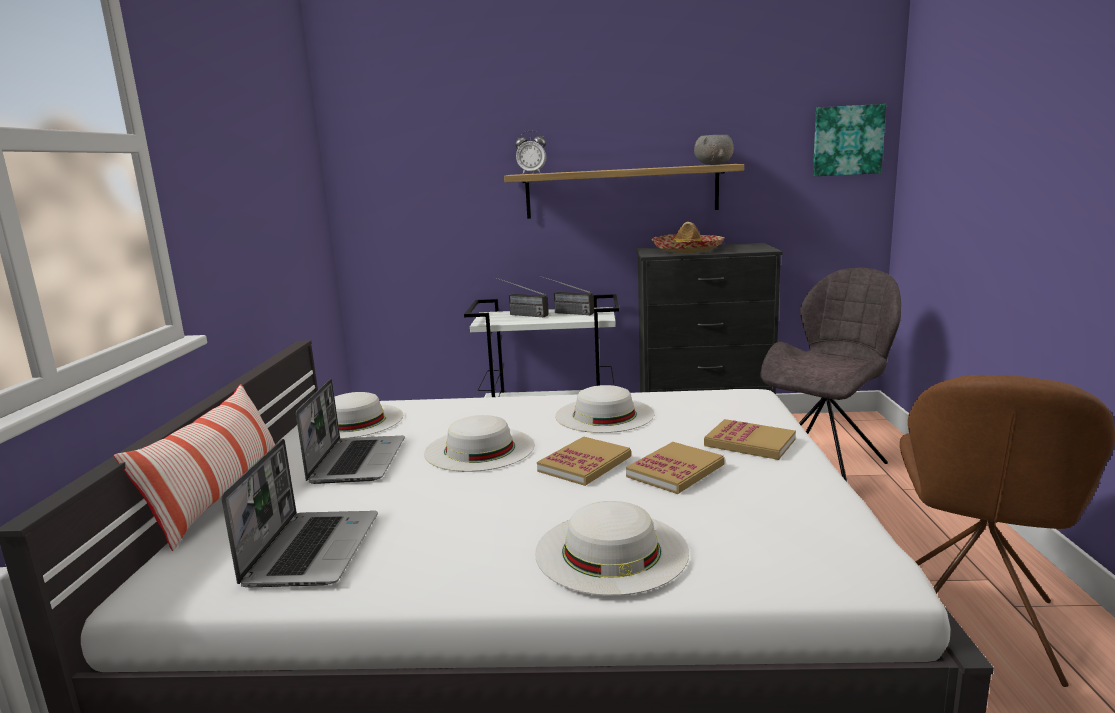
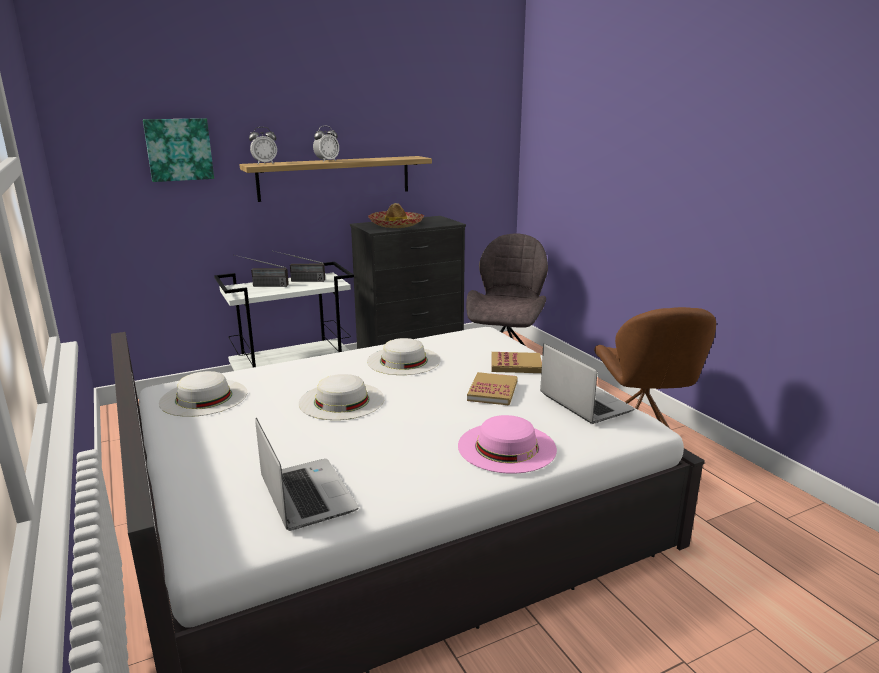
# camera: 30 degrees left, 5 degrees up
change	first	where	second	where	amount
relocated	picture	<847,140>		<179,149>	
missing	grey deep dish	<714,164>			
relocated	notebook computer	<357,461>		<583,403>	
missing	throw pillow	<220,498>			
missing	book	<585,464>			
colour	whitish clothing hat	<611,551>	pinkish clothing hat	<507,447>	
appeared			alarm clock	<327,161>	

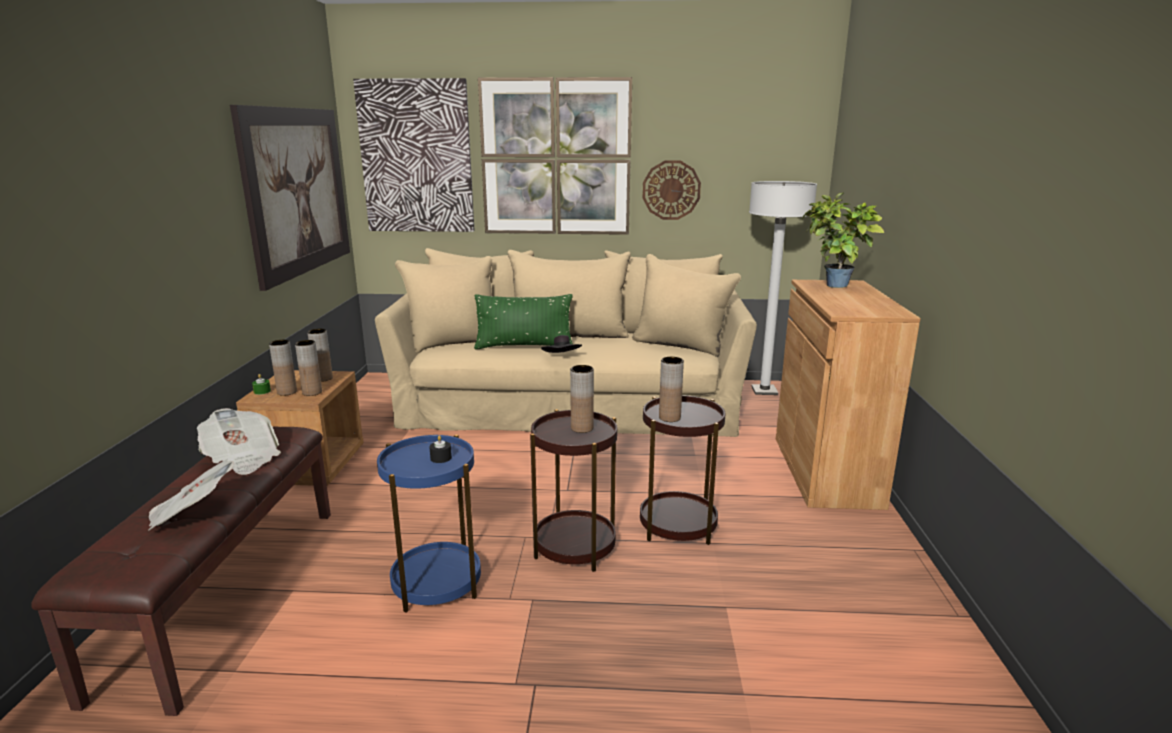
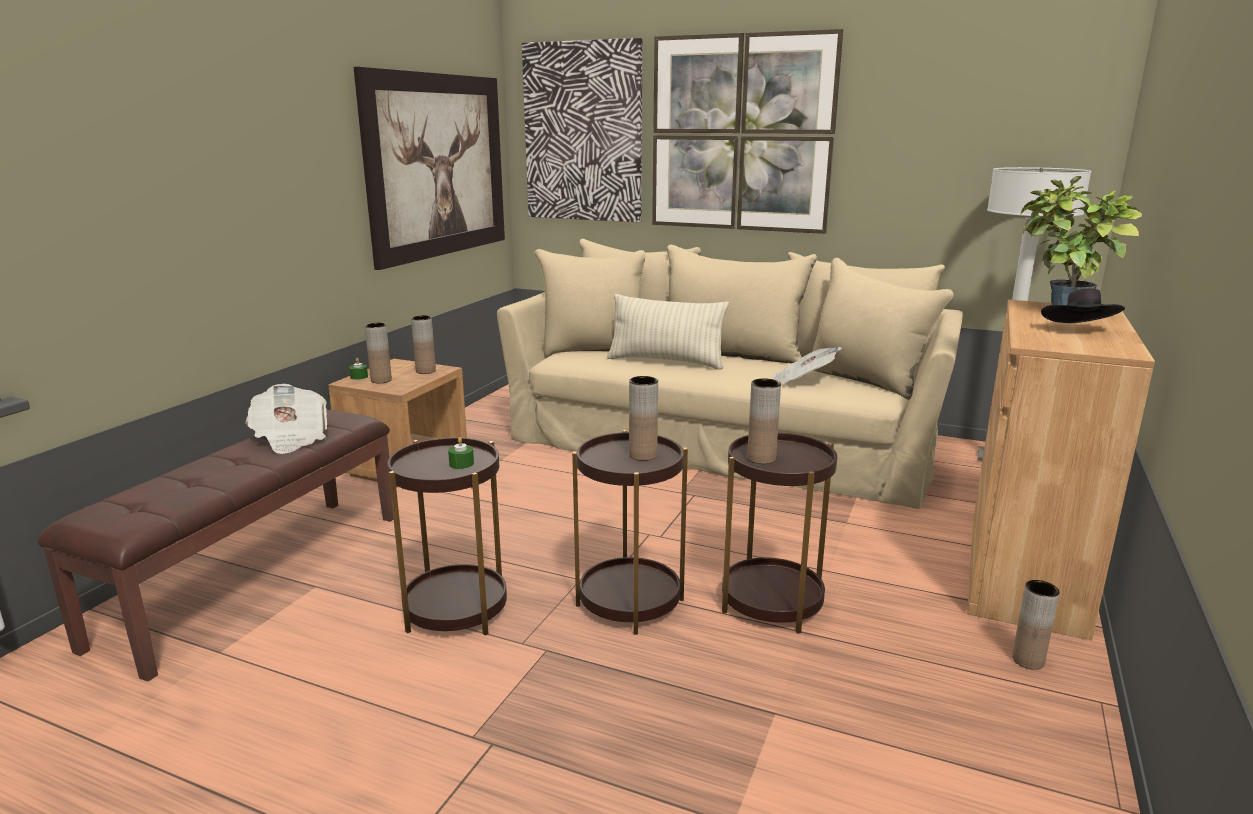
# camera: 20 degrees right, 0 degrees up
change	first	where	second	where	amount
missing	hanging clock	<671,190>			
colour	green-coloured throw pillow	<524,347>	sand-coloured throw pillow	<666,362>	
relocated	black-coloured clothing hat	<562,358>		<1079,330>	
relocated	brown flower vase	<312,392>		<1028,660>	
colour	blue accent table	<436,584>	brown accent table	<456,610>	
colour	black-coloured wax light	<441,458>	green-coloured wax light	<461,464>	
relocated	newspaper	<192,514>		<803,381>	

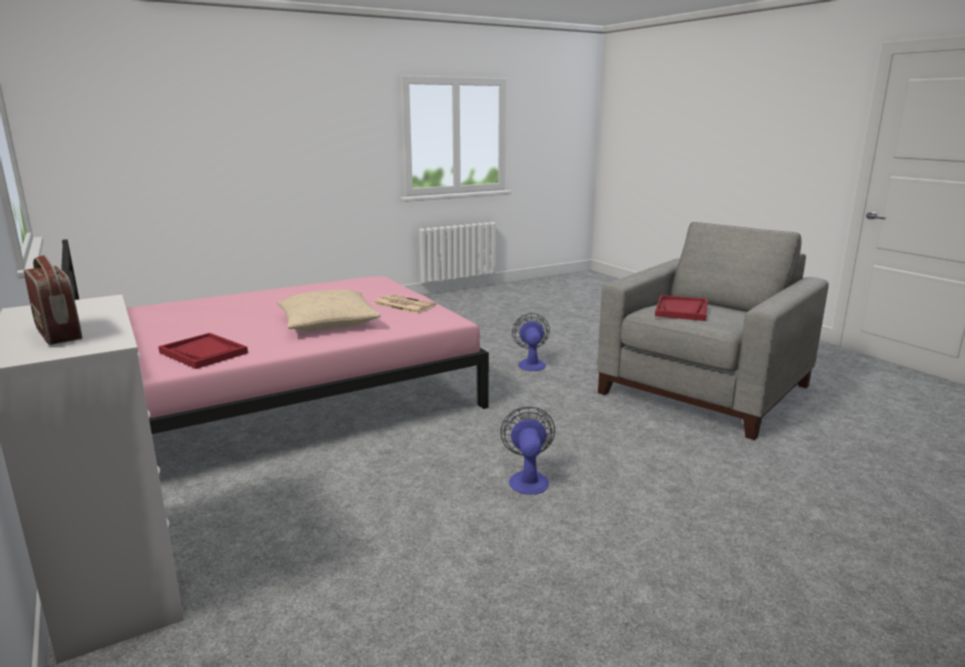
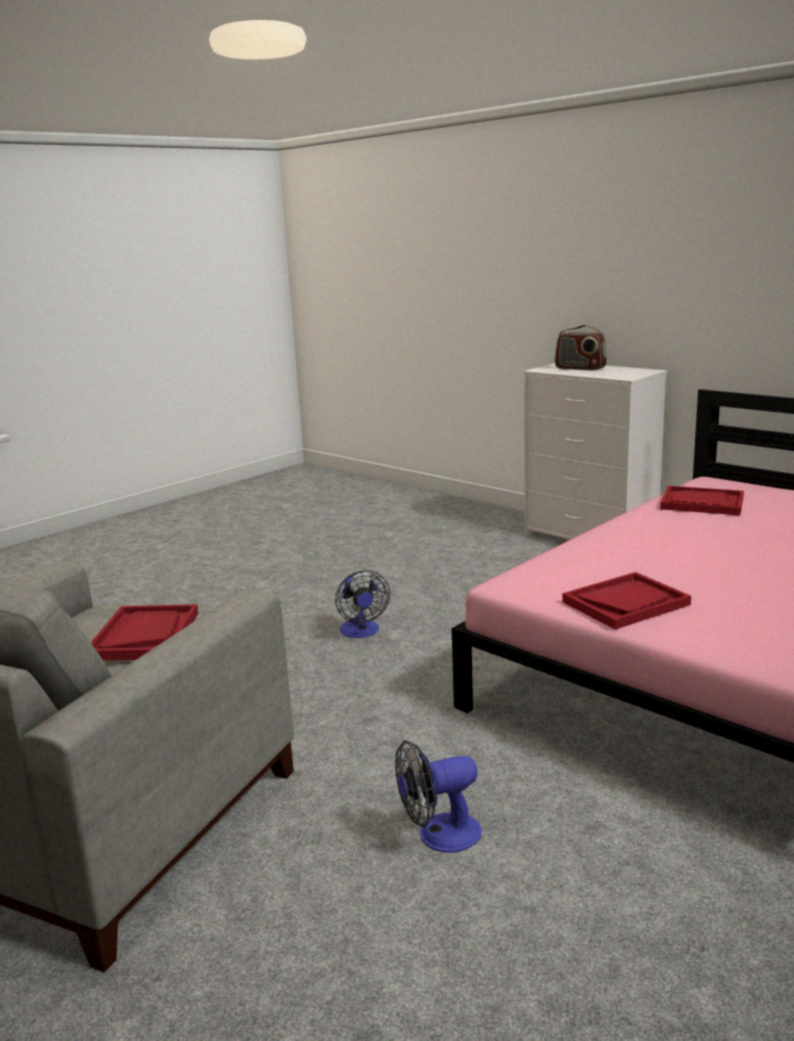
# camera: 165 degrees right, 0 degrees up
change	first	where	second	where	amount
missing	sand-coloured throw pillow	<328,322>			
exchanged	newspaper	<403,305>	reddish serving tray	<625,603>	
spun	fan	<531,363>		<439,835>	90 degrees clockwise

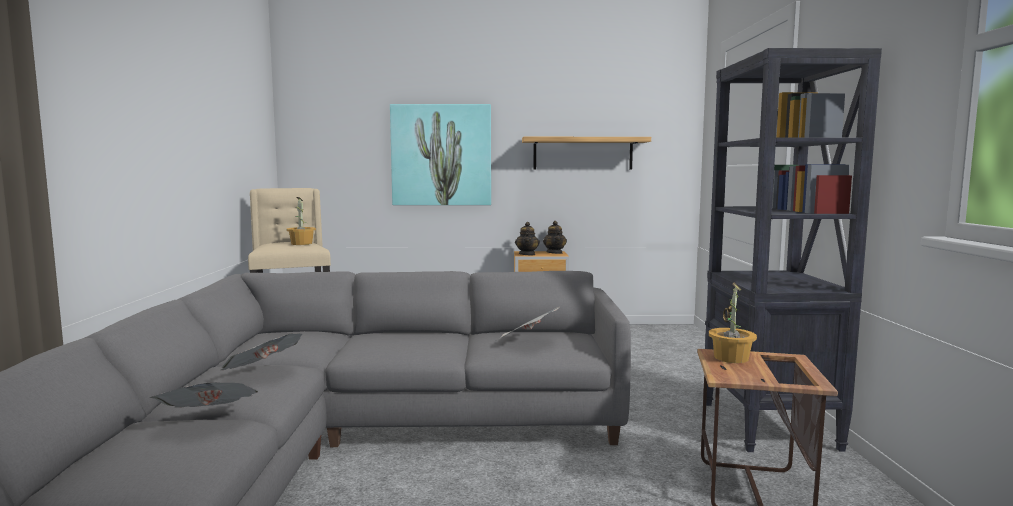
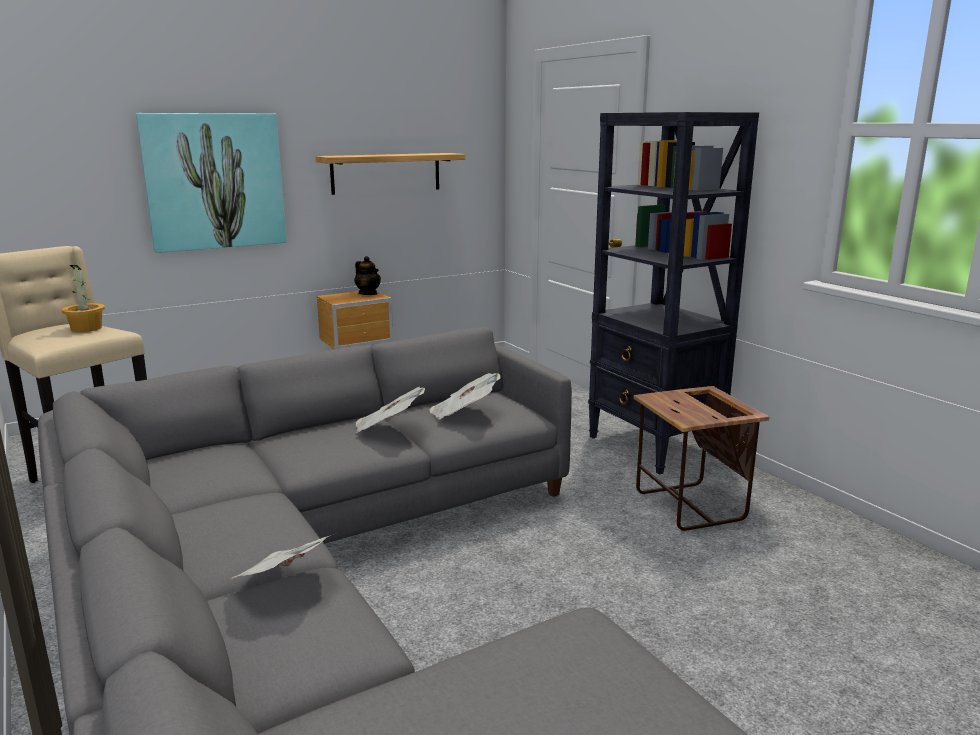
# camera: 30 degrees left, 10 degrees up
change	first	where	second	where	amount
missing	tea pot	<527,254>			
missing	houseplant	<730,358>			
relocated	newspaper	<262,372>		<388,428>	

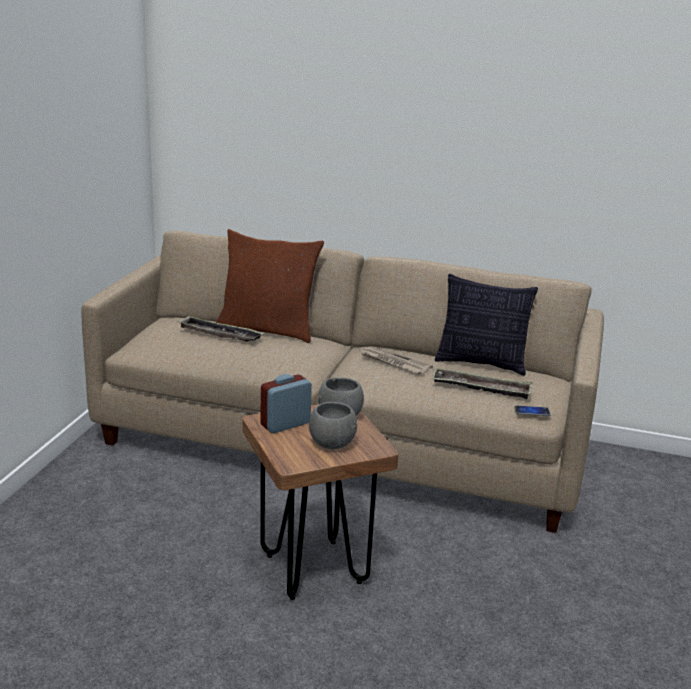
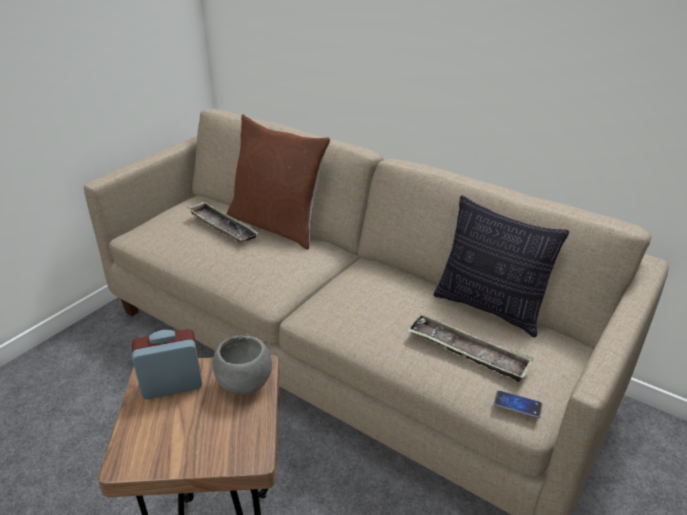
# camera: 20 degrees right, 10 degrees up
change	first	where	second	where	amount
missing	newspaper	<394,363>			
missing	grey deep dish	<331,443>			

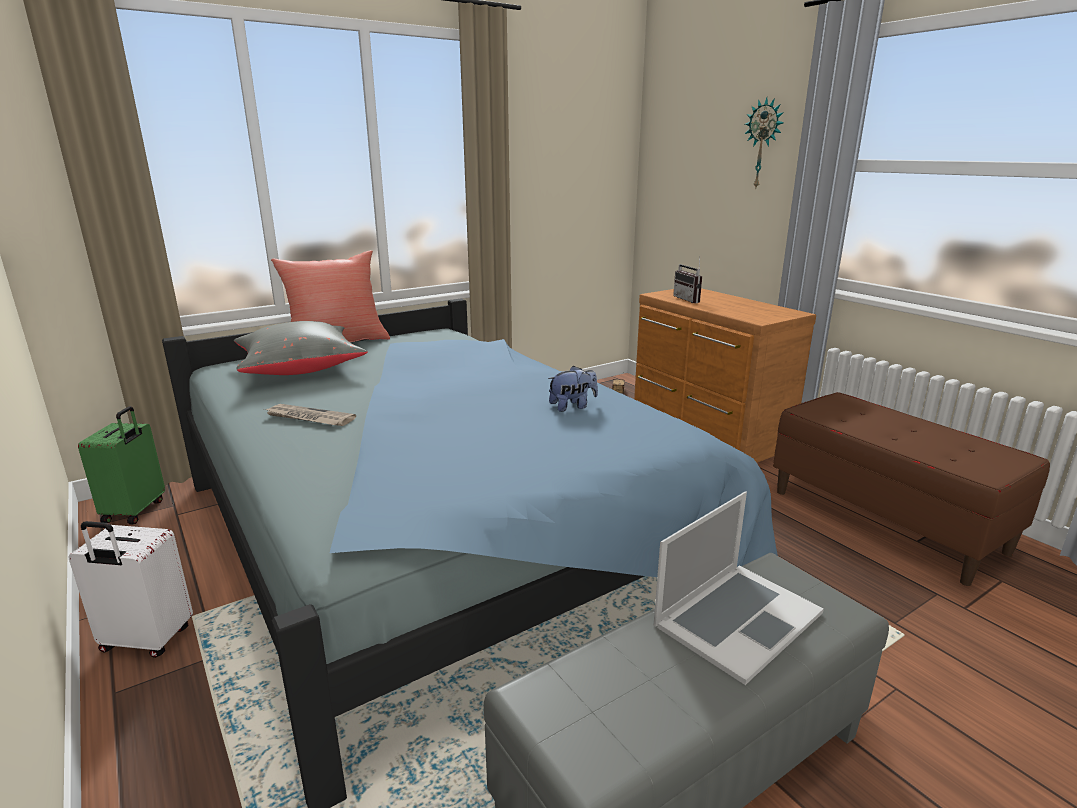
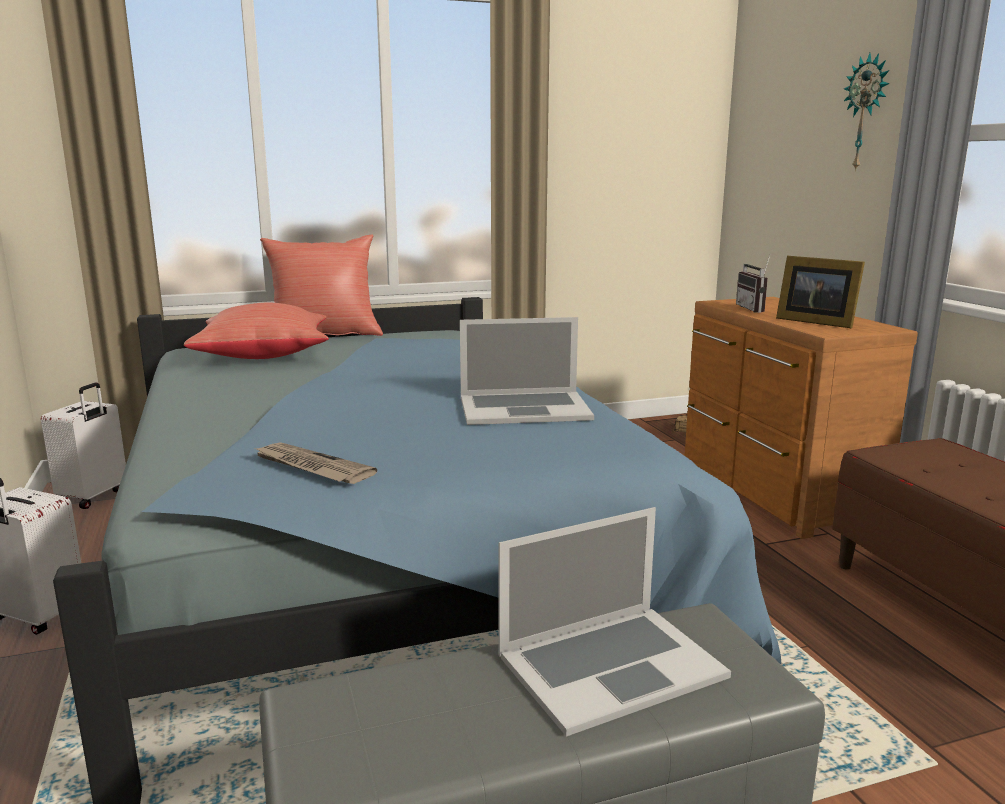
# camera: 15 degrees right, 5 degrees down
change	first	where	second	where	amount
colour	grey throw pillow	<300,369>	reddish throw pillow	<264,355>	
exchanged	plush toy	<572,406>	notebook computer	<524,408>	
relocated	newspaper	<309,418>		<311,467>	
colour	green-coloured travel case	<136,511>	whitish travel case	<94,497>	
appeared			standing frame	<814,321>	

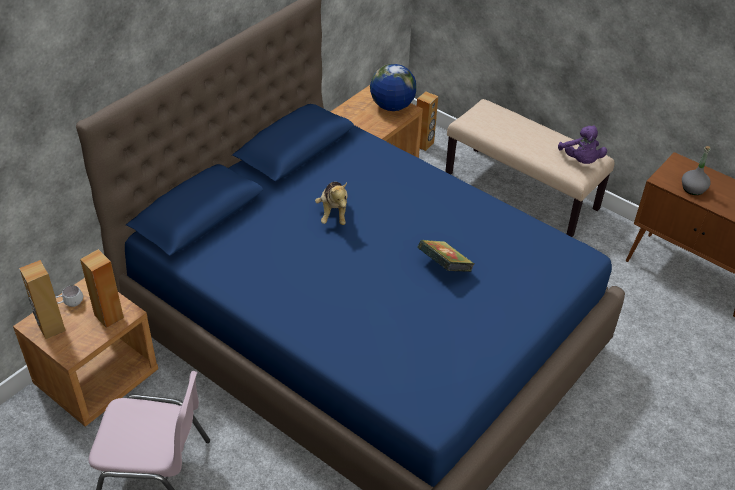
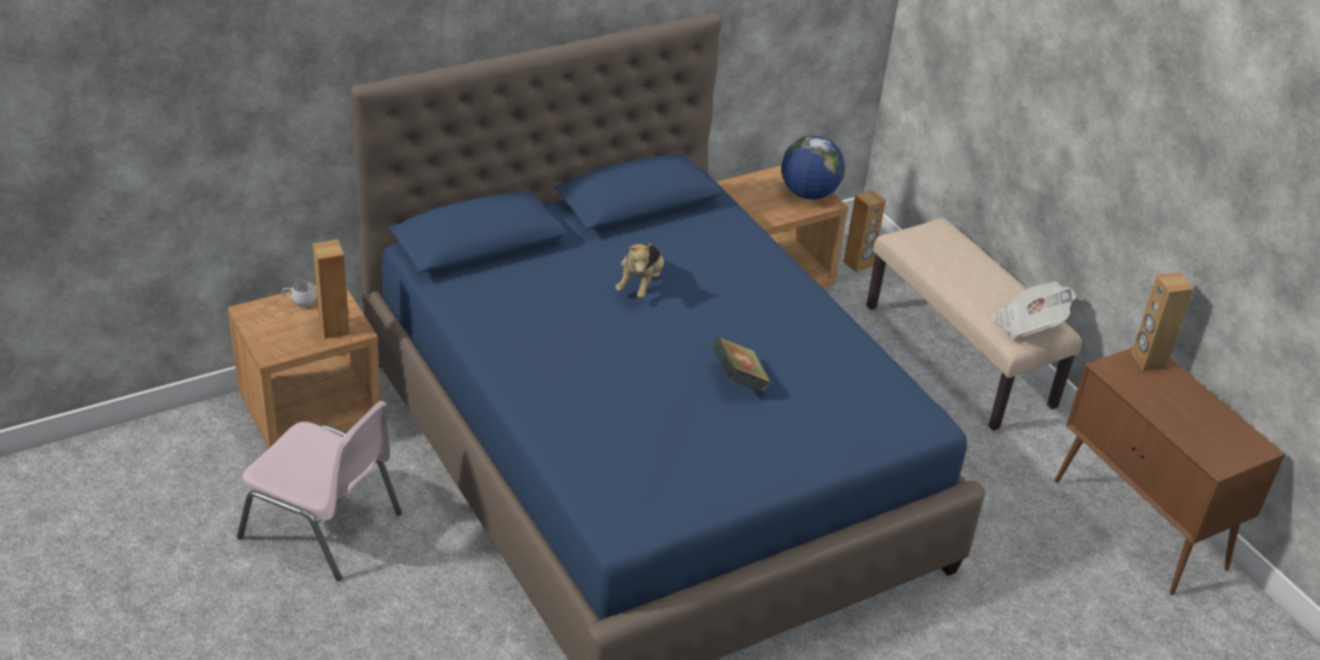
# camera: 20 degrees right, 5 degrees down
change	first	where	second	where	amount
exchanged	purple plush toy	<580,161>	newspaper	<1028,325>	
missing	grey bottle	<693,188>			
relocated	brown speaker	<51,328>		<1147,360>	

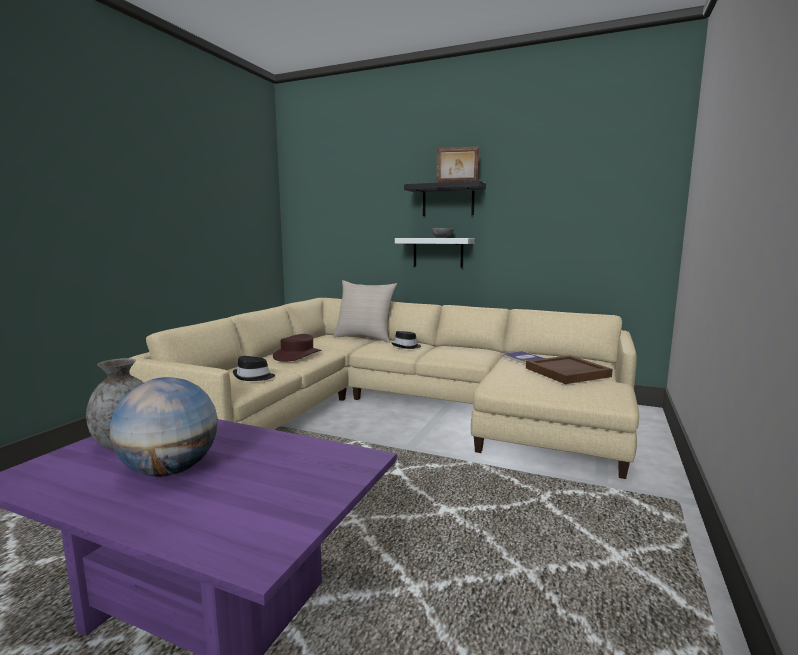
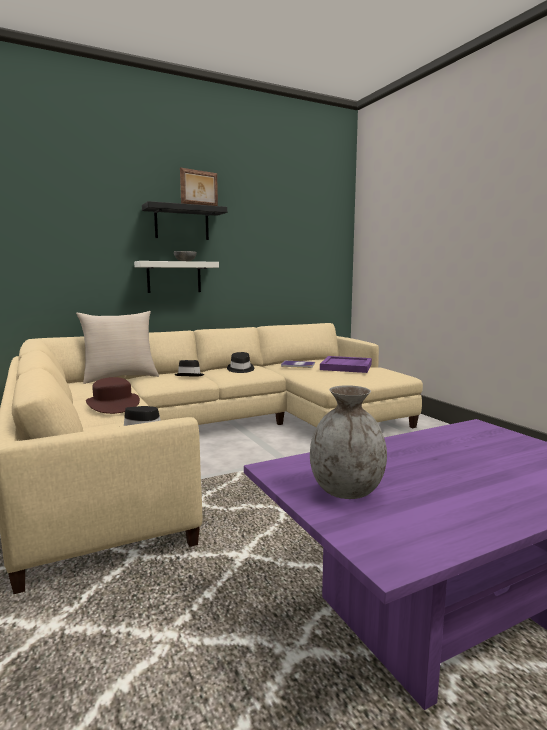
# camera: 50 degrees left, 0 degrees up
change	first	where	second	where	amount
colour	brown serving tray	<567,372>	purple serving tray	<346,367>	
missing	globe	<171,470>			
appeared			black-coloured clothing hat	<240,369>	

